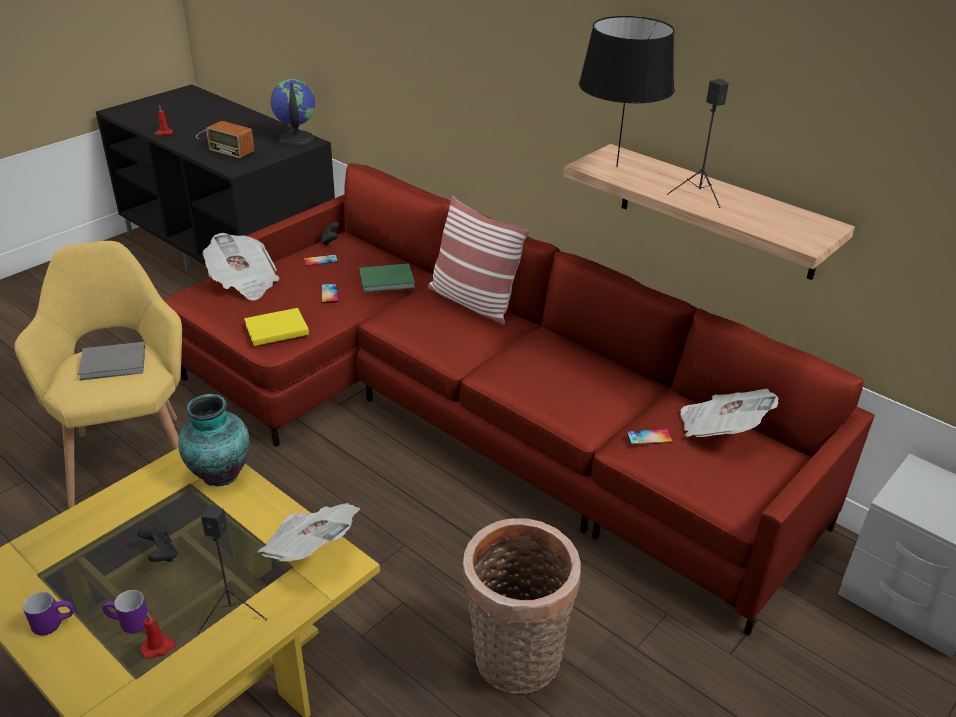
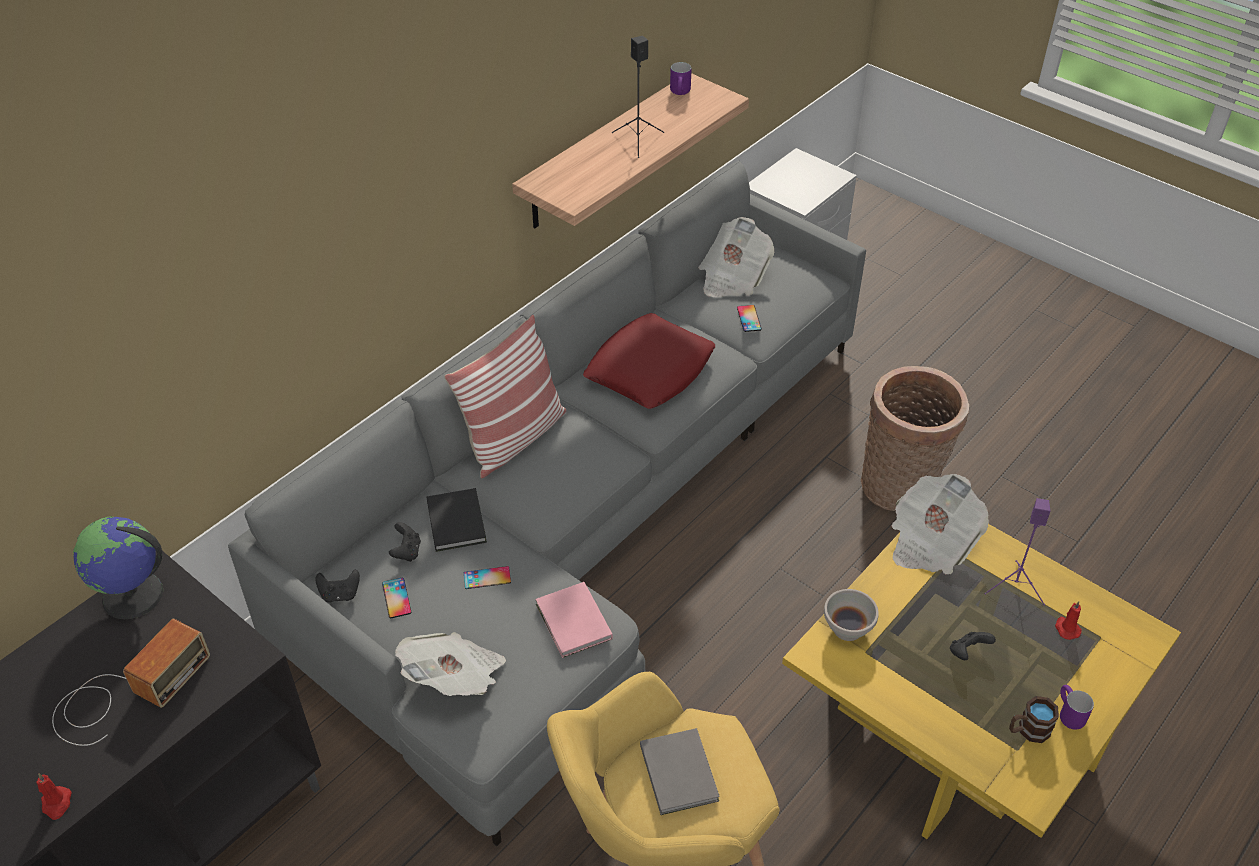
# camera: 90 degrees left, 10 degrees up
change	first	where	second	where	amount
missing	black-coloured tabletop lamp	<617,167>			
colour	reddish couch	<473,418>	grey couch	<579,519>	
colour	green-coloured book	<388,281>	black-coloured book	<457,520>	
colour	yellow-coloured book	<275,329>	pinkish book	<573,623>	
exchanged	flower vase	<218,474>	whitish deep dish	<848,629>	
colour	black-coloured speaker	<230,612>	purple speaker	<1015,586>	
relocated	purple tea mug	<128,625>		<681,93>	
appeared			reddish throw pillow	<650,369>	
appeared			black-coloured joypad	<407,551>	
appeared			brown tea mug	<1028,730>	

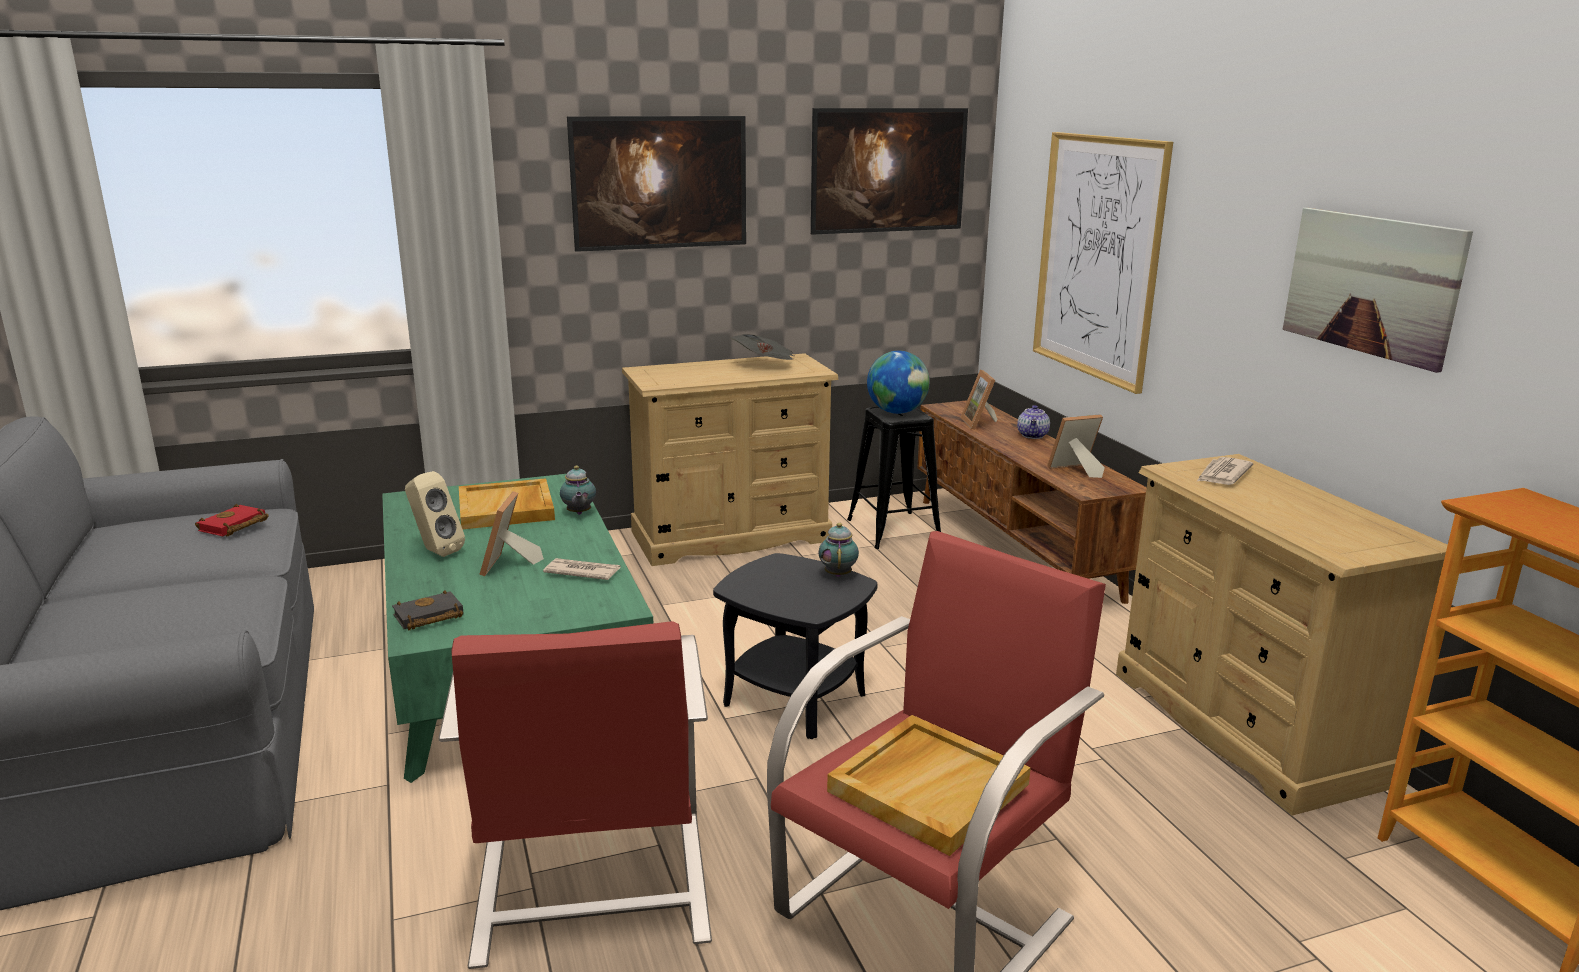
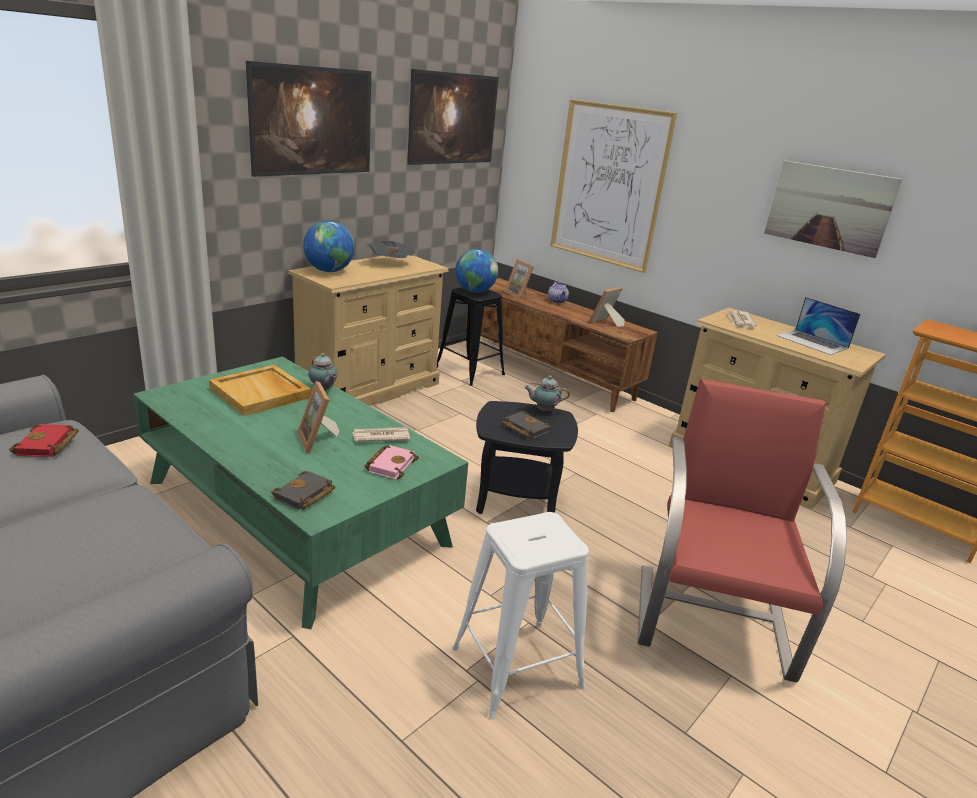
# camera: 30 degrees left, 5 degrees up
change	first	where	second	where	amount
missing	sand-coloured speaker	<435,551>			
spun	tea pot	<838,574>		<543,410>	60 degrees counterclockwise
exchanged	reddish lounge chair	<592,889>	whitish stool	<517,667>	
missing	sand-coloured serving tray	<928,786>			
appeared			globe	<329,271>	
appeared			notebook computer	<812,342>	
appeared			black-coloured book	<524,428>	
appeared			pinkish book	<390,464>	

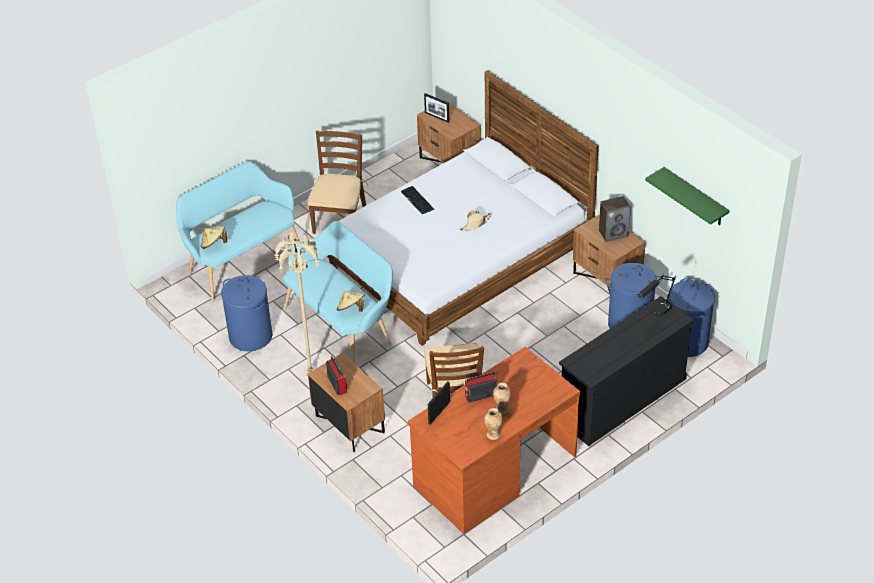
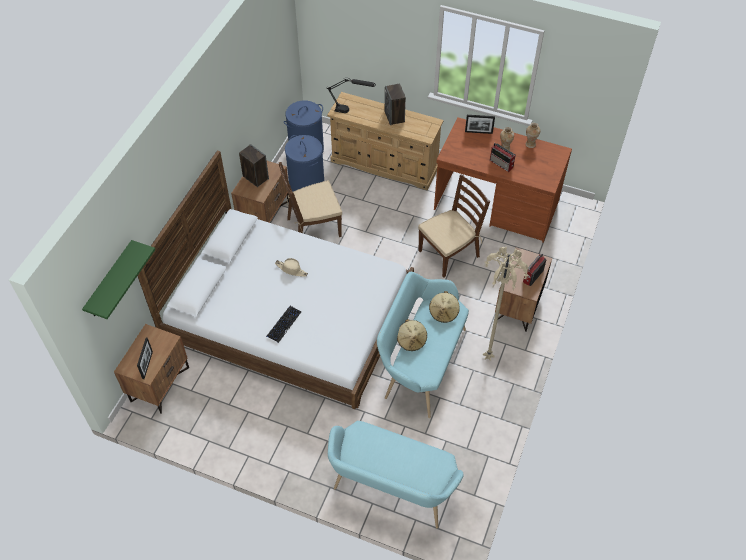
# camera: 120 degrees left, 10 degrees up
change	first	where	second	where	amount
relocated	brown chair	<339,219>		<313,227>	
relocated	green-coloured shelf	<695,197>		<110,281>	
relocated	sand-coloured clothing hat	<213,244>		<411,340>	
missing	blue hamper	<250,336>			
colour	black-coloured dresser	<622,400>	sand-coloured dresser	<385,164>	
relocated	standing frame	<439,412>		<478,132>	
appeared			speaker	<394,117>	

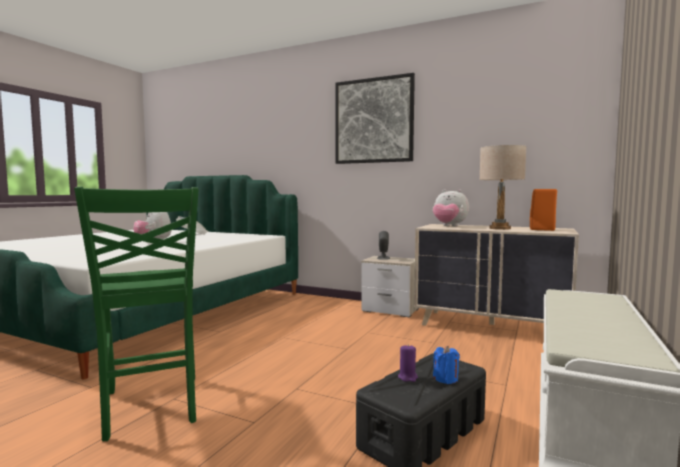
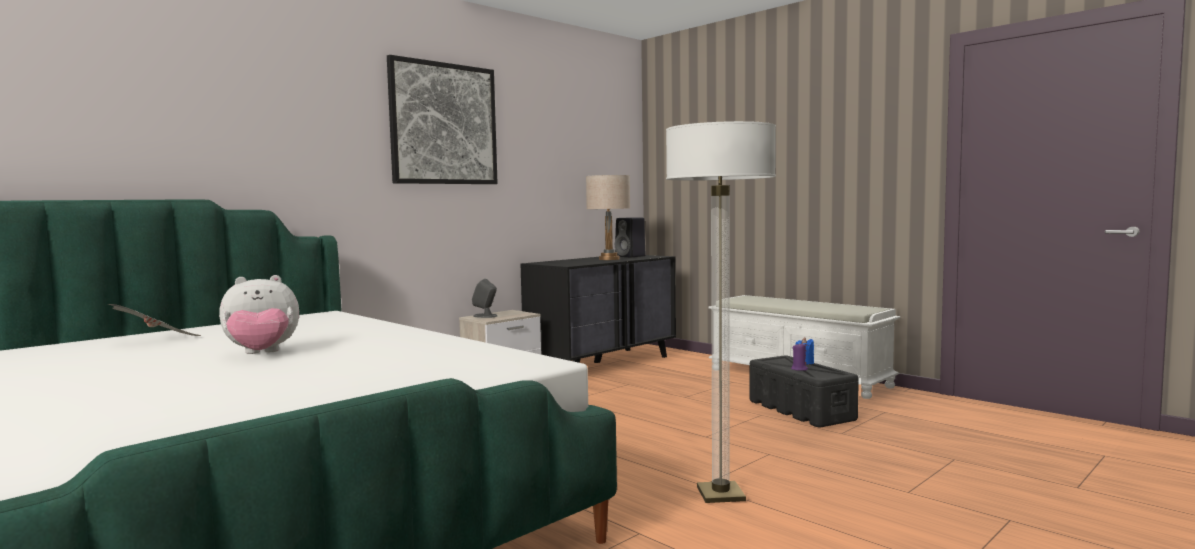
# camera: 70 degrees left, 0 degrees up
change	first	where	second	where	amount
exchanged	green-coloured chair	<151,407>	standard lamp	<720,494>	
missing	plush toy	<449,226>			
colour	orange-coloured speaker	<543,229>	black-coloured speaker	<631,256>	
colour	sand-coloured dresser	<491,326>	black-coloured dresser	<603,363>	

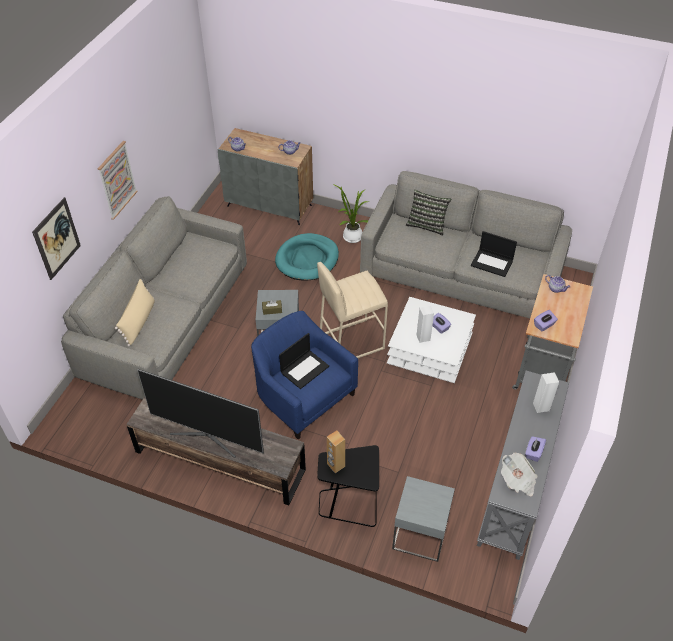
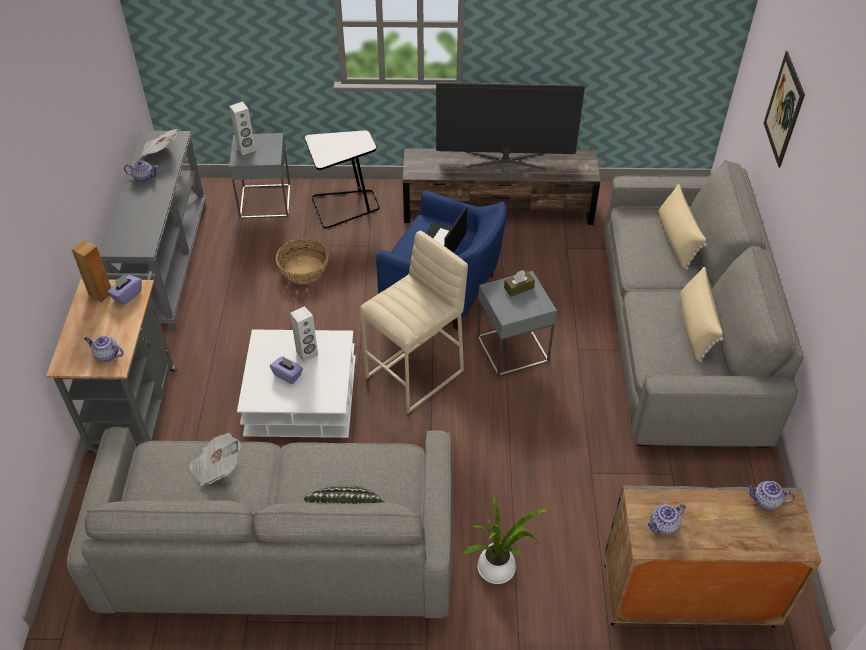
# camera: 160 degrees right, 0 degrees up
change	first	where	second	where	amount
missing	picture	<117,180>			
exchanged	notebook computer	<492,263>	newspaper	<216,467>	
missing	turquoise pet bed	<307,259>			
relocated	whitish speaker	<541,406>		<246,149>	
relocated	brown speaker	<335,465>		<101,293>	
exchanged	purple box of tissues	<533,452>	tea pot	<143,177>	
appeared			storage basket	<303,270>	
appeared			sand-coloured throw pillow	<695,326>	

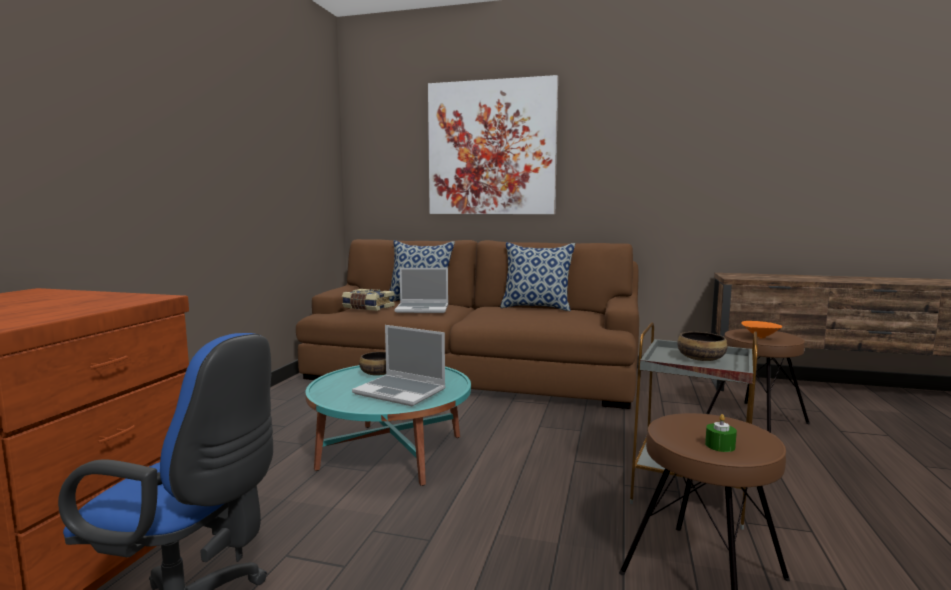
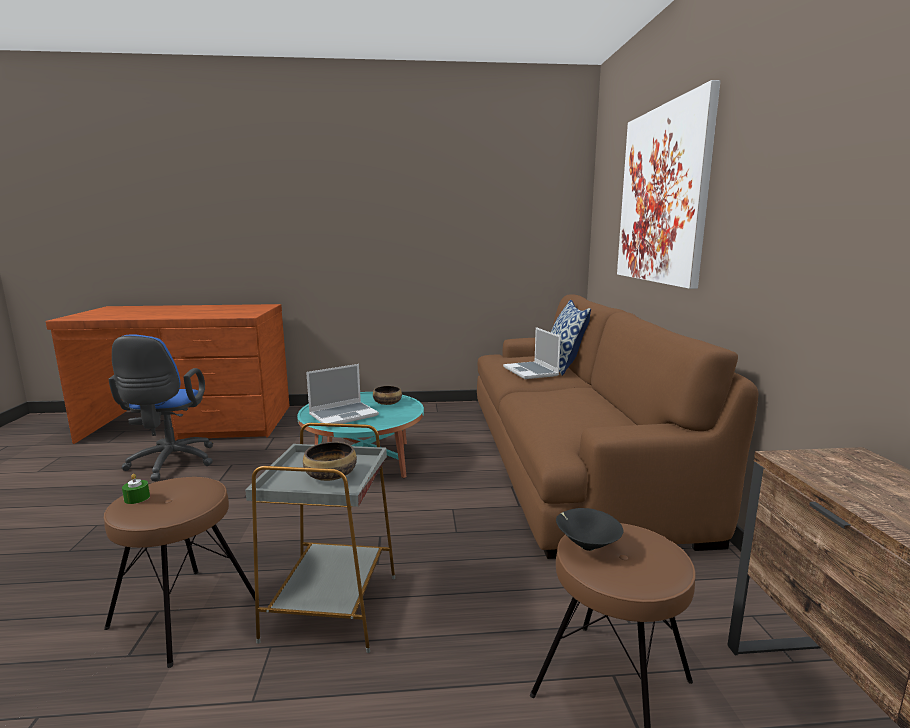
# camera: 70 degrees right, 5 degrees up
change	first	where	second	where	amount
missing	throw pillow	<536,307>			
missing	book	<367,308>			
colour	orange-coloured deep dish	<759,337>	black-coloured deep dish	<586,545>	
spun	notebook computer	<401,392>		<344,415>	135 degrees counterclockwise

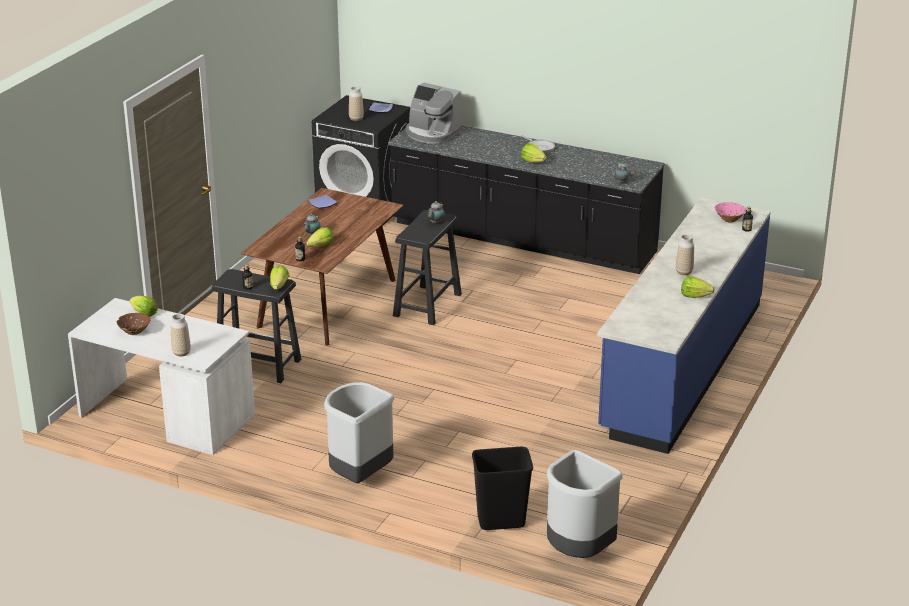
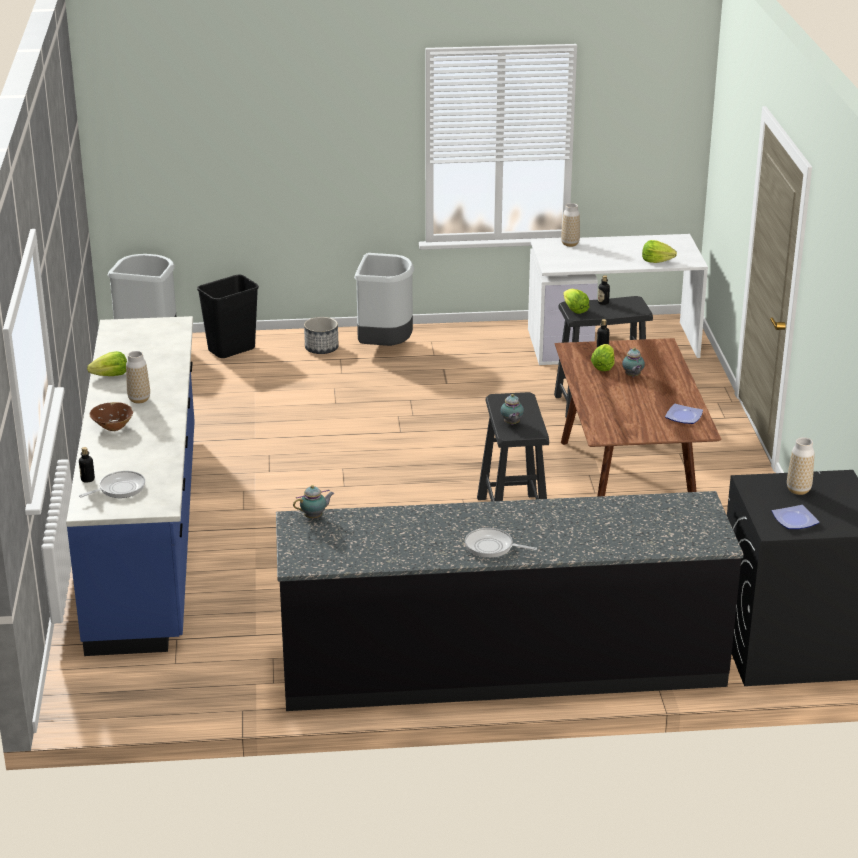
# camera: 150 degrees right, 0 degrees up
change	first	where	second	where	amount
missing	coffee maker	<431,133>			
missing	head of lettuce	<533,161>			
exchanged	pinkish deep dish	<729,219>	skillet	<119,488>	
relocated	brown deep dish	<134,332>		<113,427>	
appeared			flower pot	<321,348>	

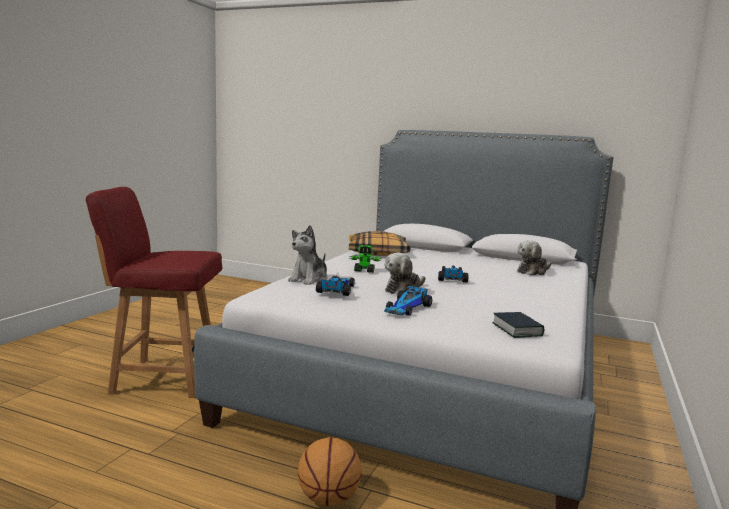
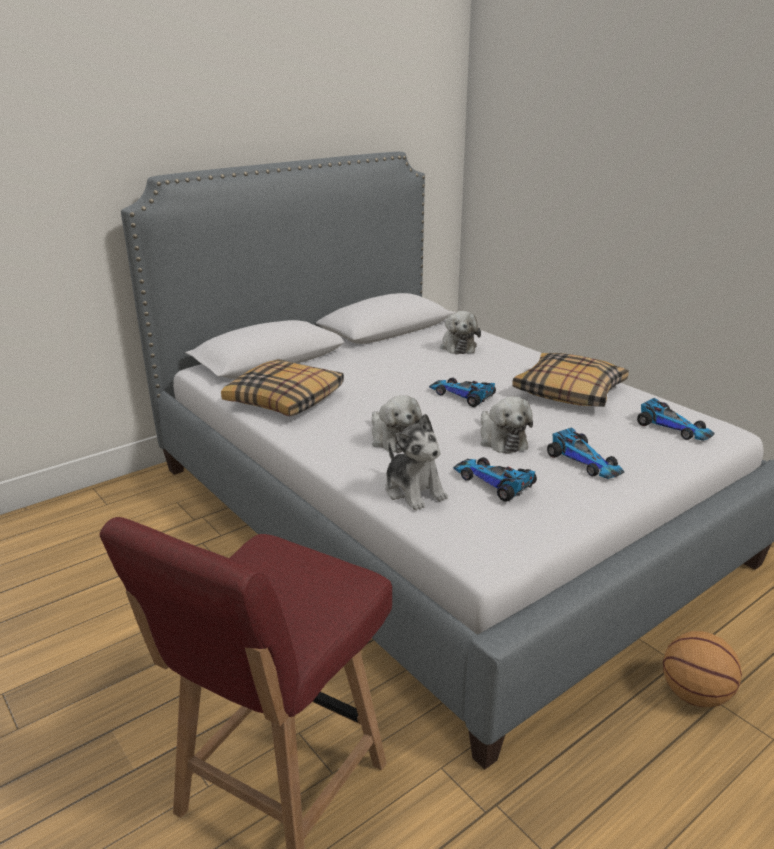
# camera: 60 degrees left, 15 degrees up
change	first	where	second	where	amount
exchanged	toy robot	<364,271>	plush toy	<393,439>	
exchanged	book	<517,329>	toy car	<673,427>	
appeared			throw pillow	<569,392>	

